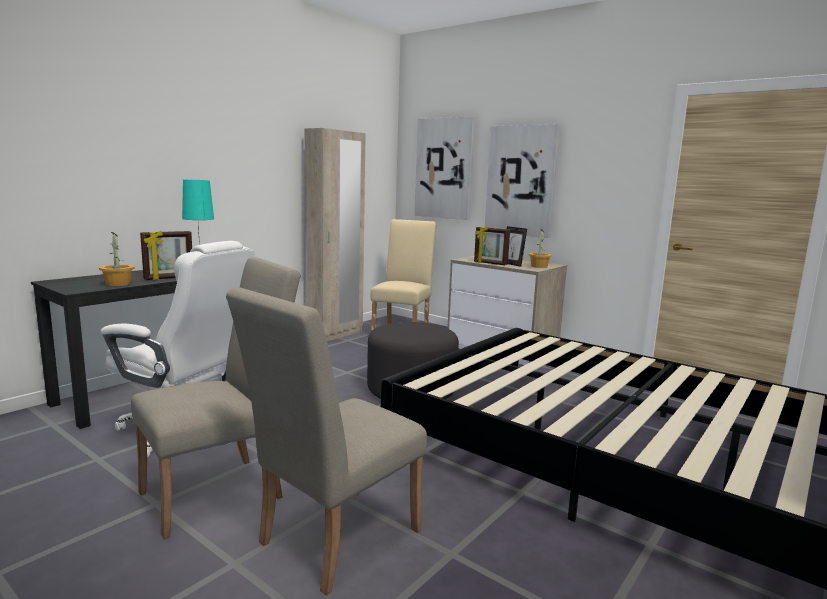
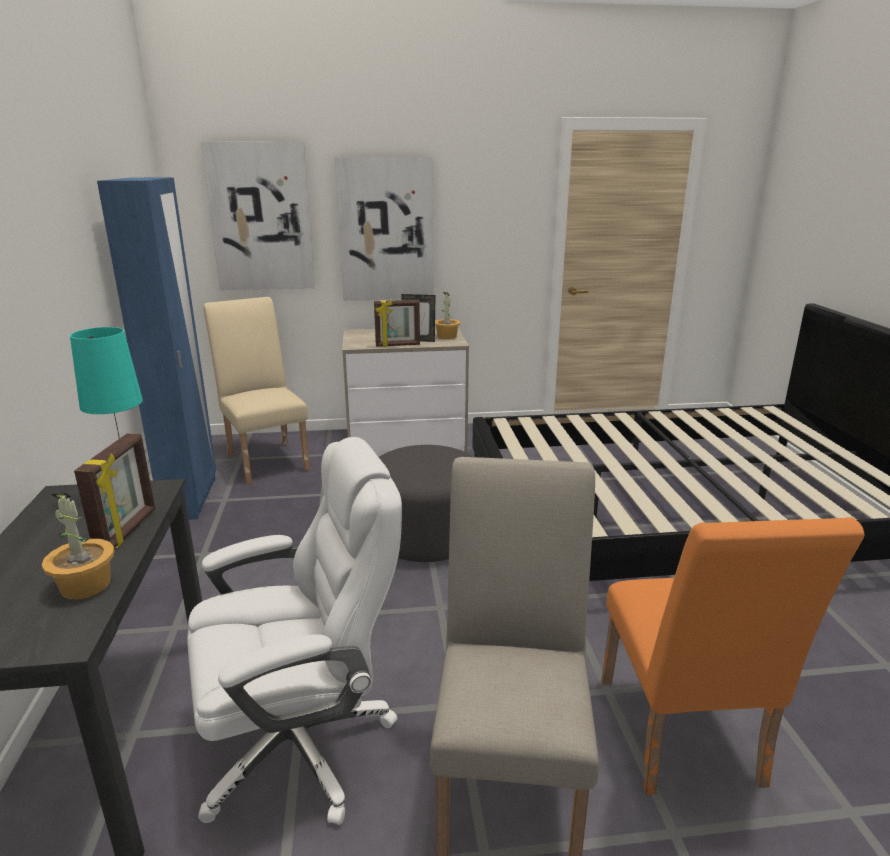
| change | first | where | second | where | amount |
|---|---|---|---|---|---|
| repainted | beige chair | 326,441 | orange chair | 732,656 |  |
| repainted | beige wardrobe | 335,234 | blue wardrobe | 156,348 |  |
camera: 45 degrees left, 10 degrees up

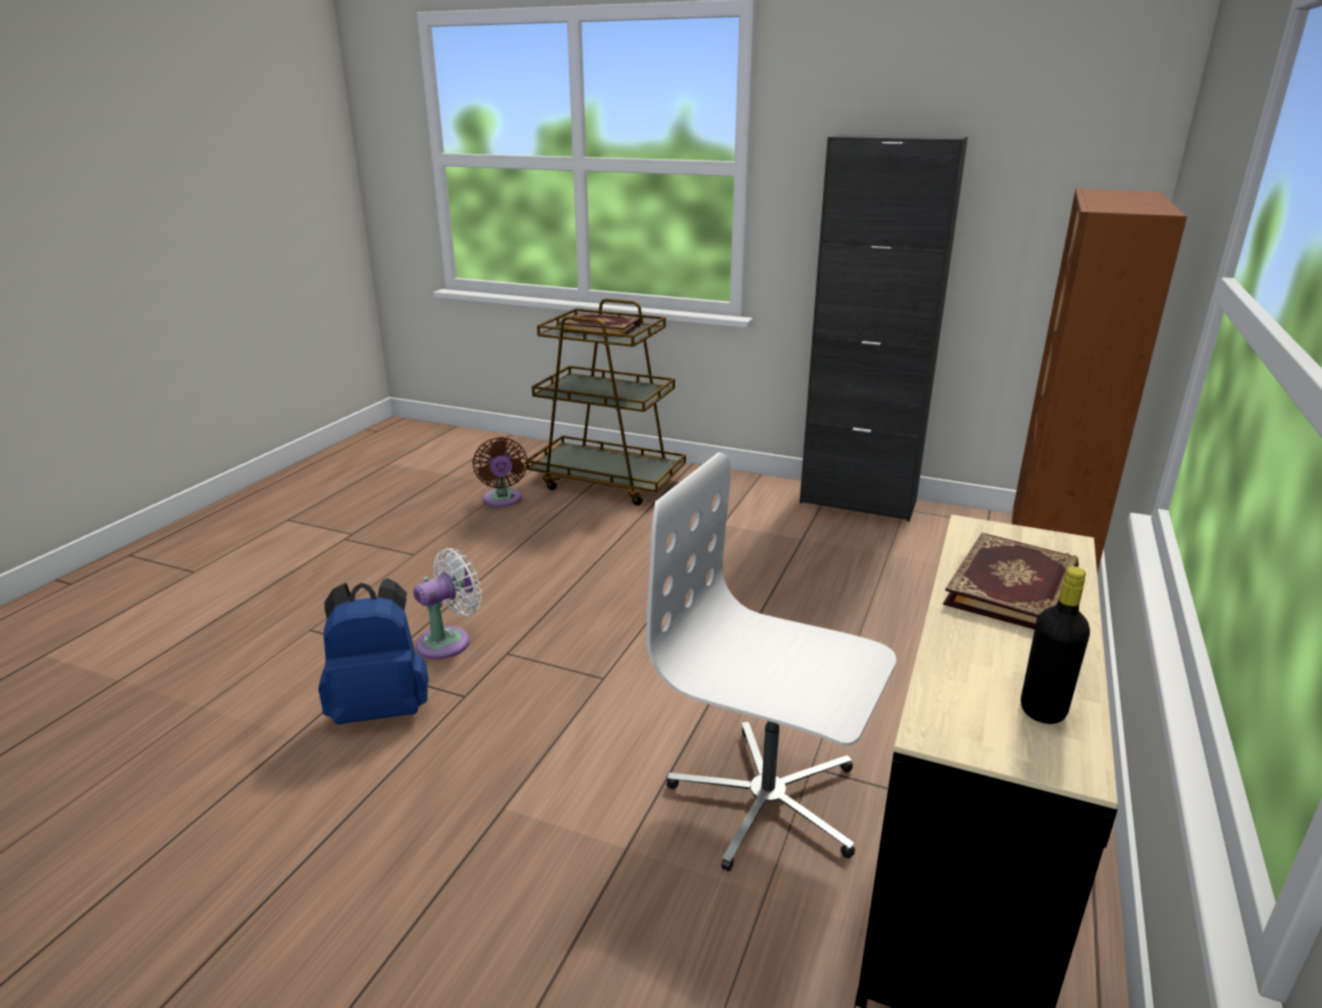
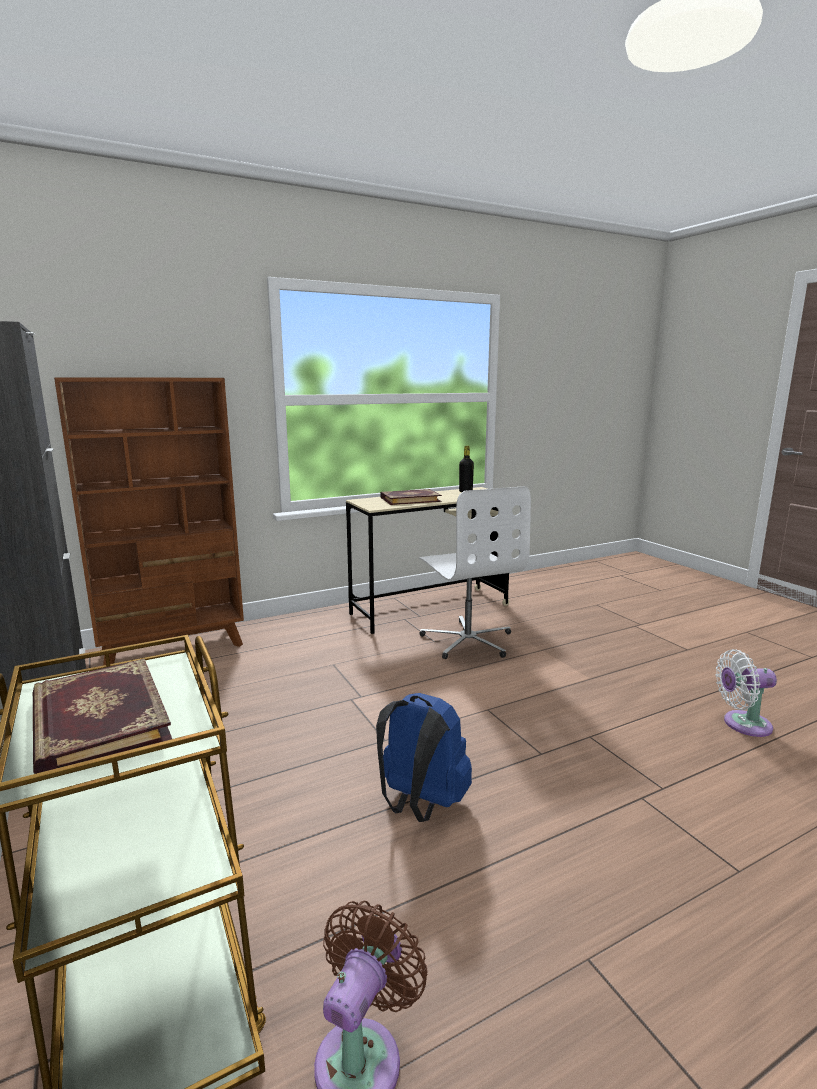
| change | first | where | second | where | amount |
|---|---|---|---|---|---|
| shifted | blue backpack | 373,651 |  | 424,757 |  |
| shifted | white fan | 447,603 |  | 746,693 |  |
camera: 140 degrees left, 10 degrees down

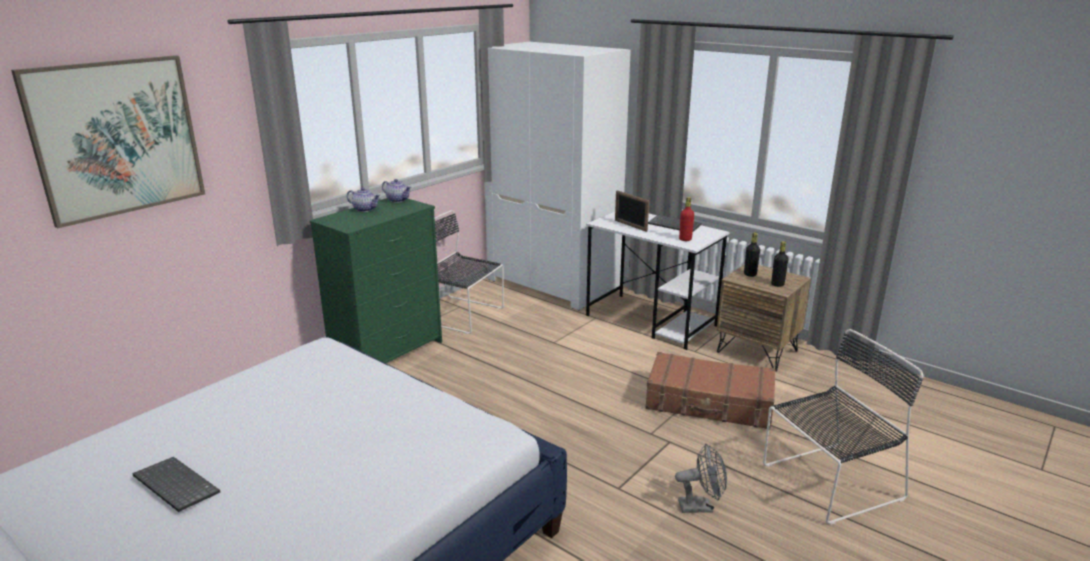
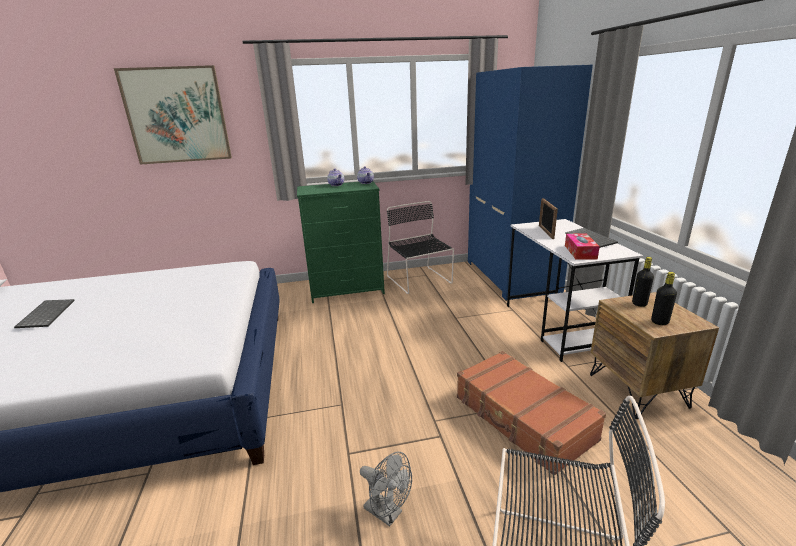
| change | first | where | second | where | amount |
|---|---|---|---|---|---|
| swapped | red bottle | 686,219 | tissue box | 582,247 |  |
| repainted | white wardrobe | 557,176 | blue wardrobe | 530,183 |  |
camera: 40 degrees right, 0 degrees up

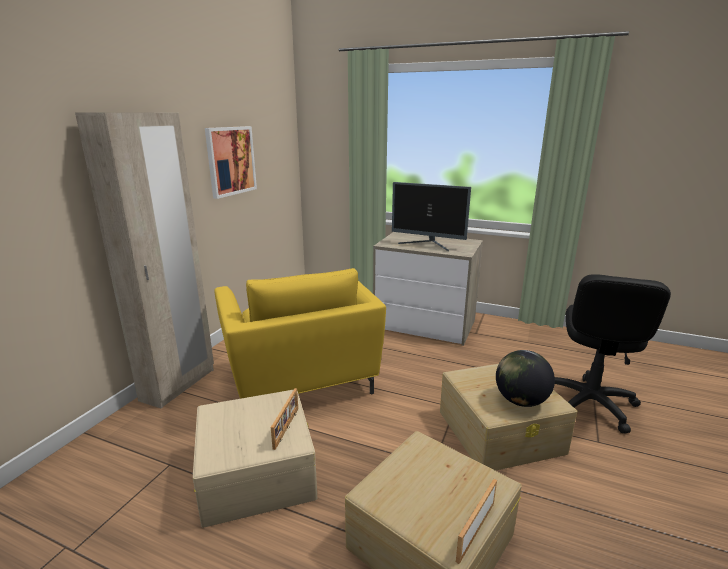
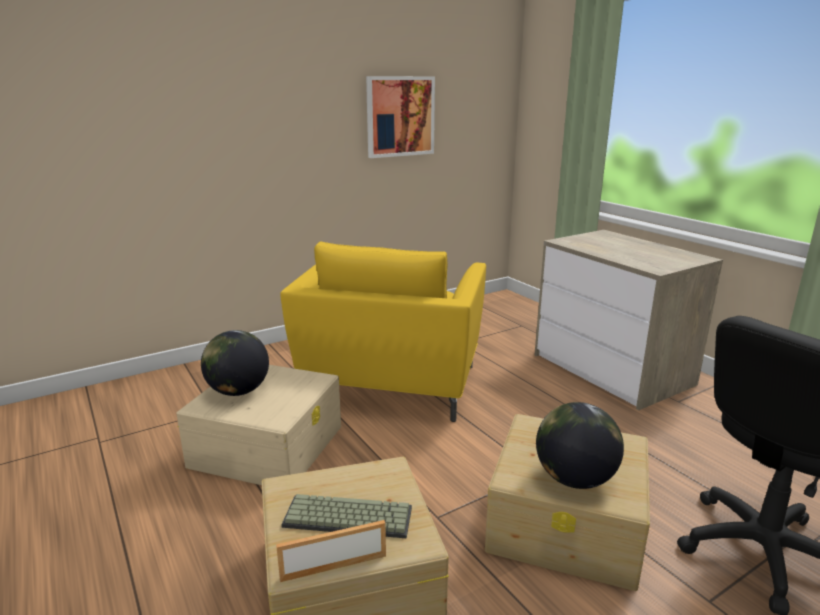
| change | first | where | second | where | amount |
|---|---|---|---|---|---|
| gone | beige wardrobe | 144,260 |  |  |  |
| gone | picture frame | 284,419 |  |  |  |
| gone | monitor | 431,216 |  |  |  |
| new |  |  | globe | 235,363 |  |
| new |  |  | keyboard | 346,516 |  |
camera: 35 degrees right, 0 degrees up

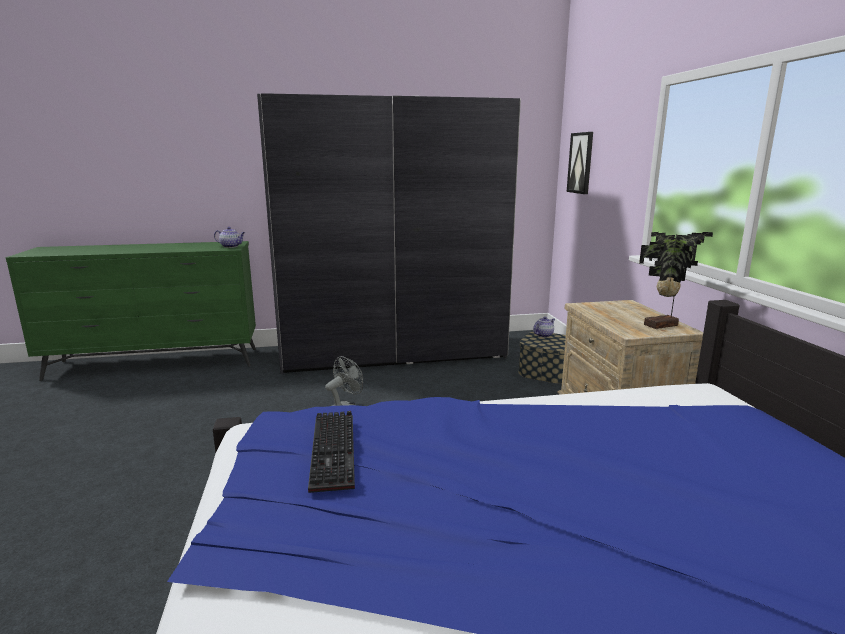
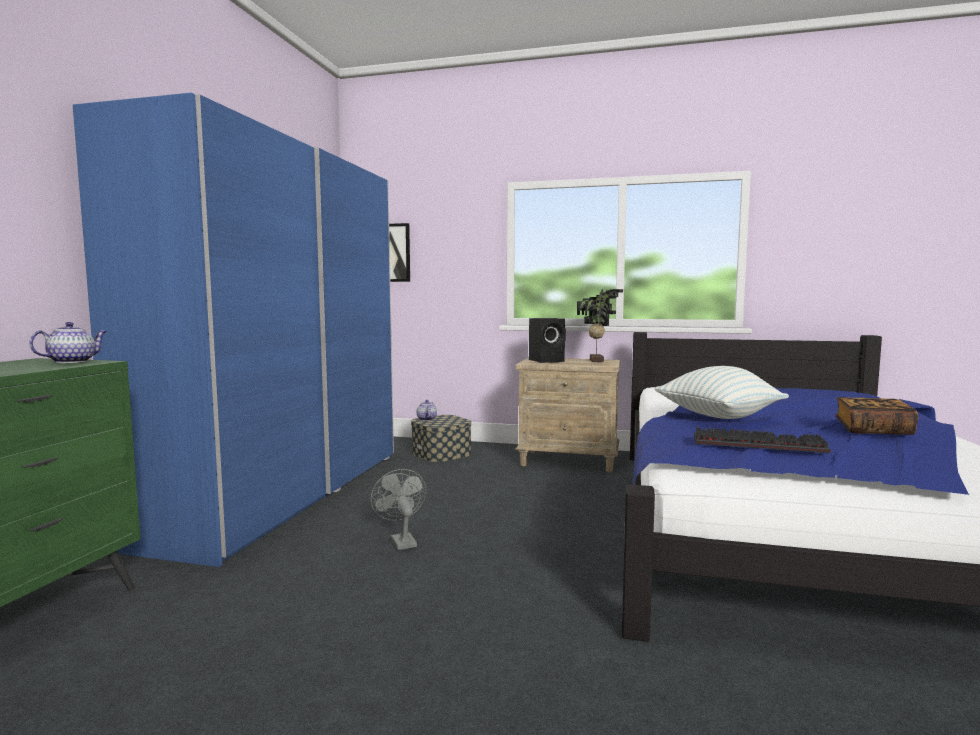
| change | first | where | second | where | amount |
|---|---|---|---|---|---|
| new |  |  | black speaker | 547,340 |  |
| new |  |  | pillow | 721,392 |  |
| new |  |  | book | 877,416 |  |
| repainted | grey wardrobe | 389,233 | blue wardrobe | 233,330 |  |
camera: 65 degrees left, 10 degrees down

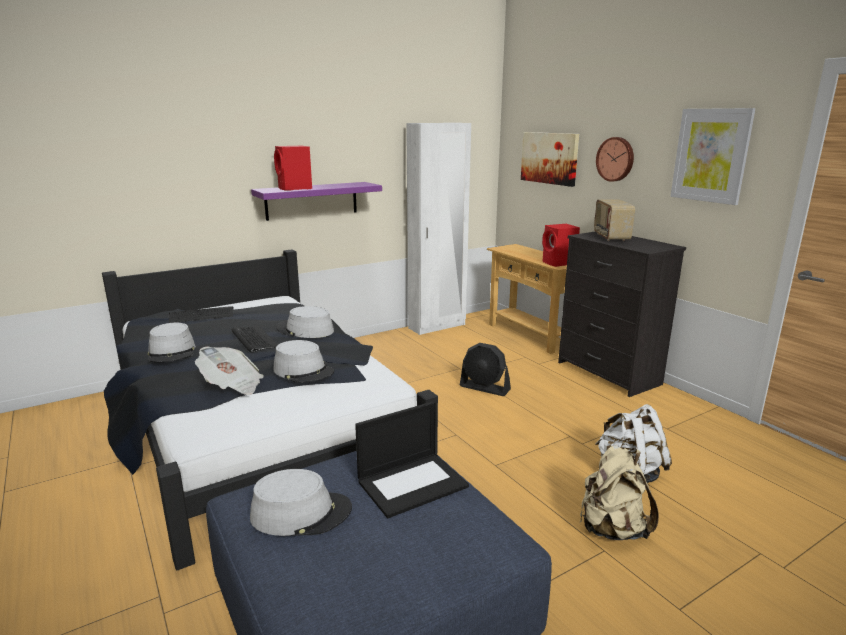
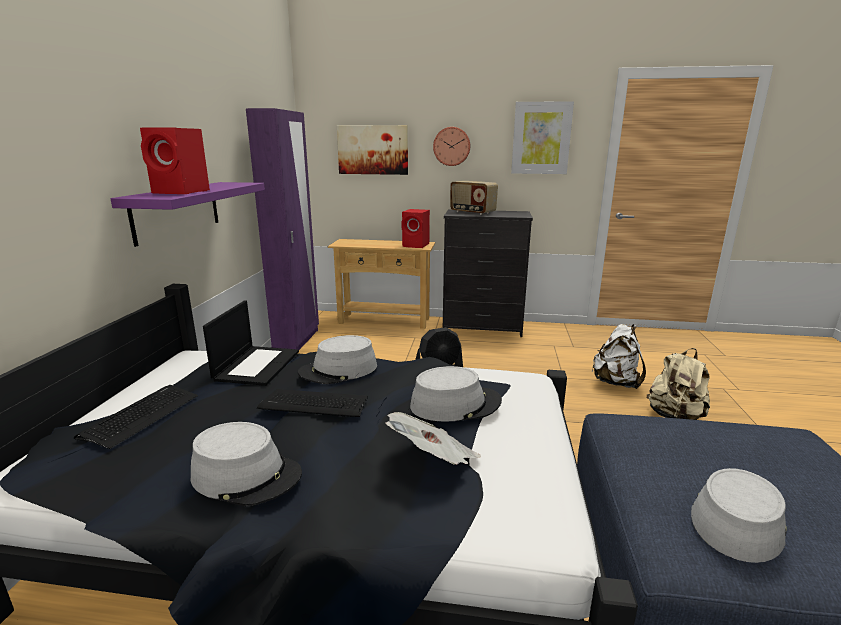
| change | first | where | second | where | amount |
|---|---|---|---|---|---|
| shifted | laptop | 412,459 |  | 251,343 |  |
| repainted | white wardrobe | 438,229 | purple wardrobe | 282,229 |  |
camera: 50 degrees left, 0 degrees up

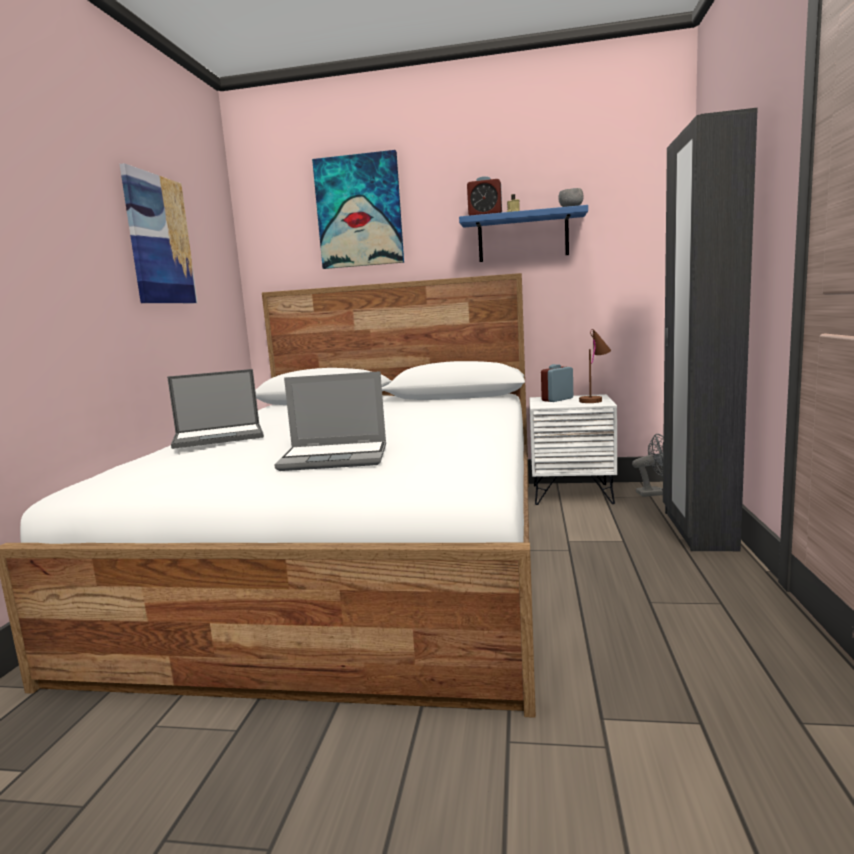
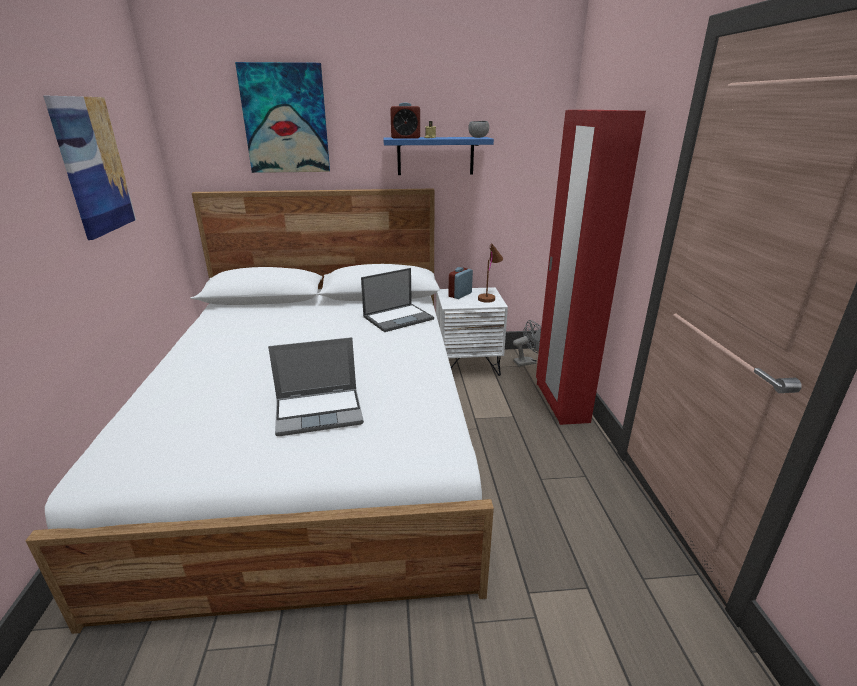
| change | first | where | second | where | amount |
|---|---|---|---|---|---|
| shifted | laptop | 215,409 |  | 397,300 |  |
| repainted | black wardrobe | 710,329 | red wardrobe | 591,267 |  |
camera: 15 degrees left, 15 degrees up

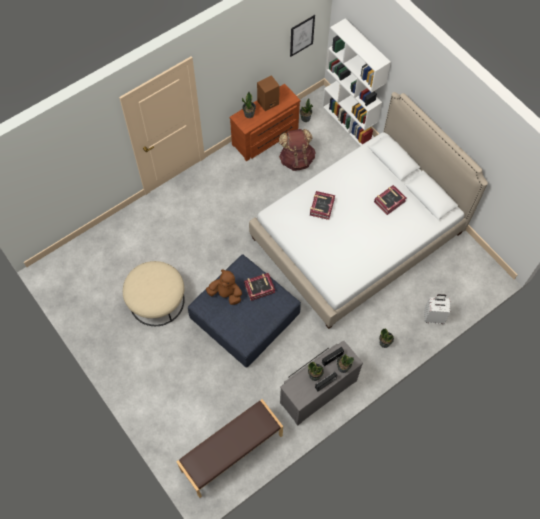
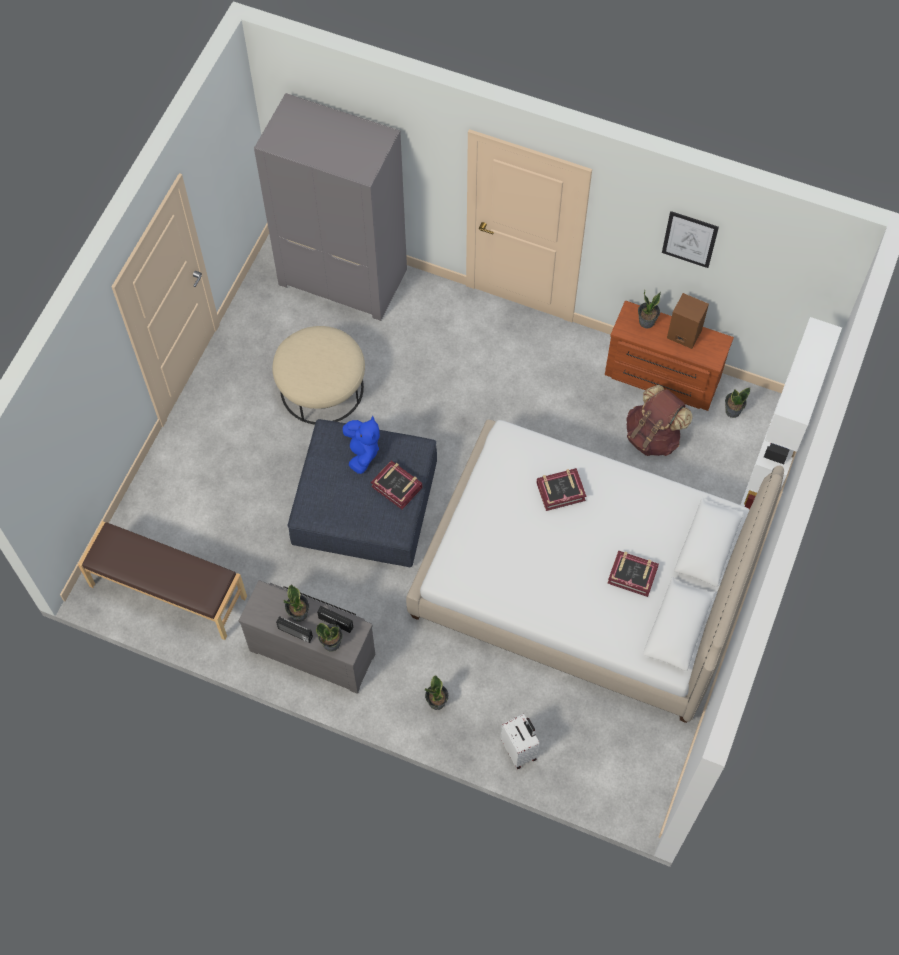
| change | first | where | second | where | amount |
|---|---|---|---|---|---|
| new |  |  | grey wardrobe | 330,207 |  |
| shifted | picture | 302,36 |  | 690,239 |  |
| repainted | brown plush toy | 224,287 | blue plush toy | 361,445 |  |
camera: 60 degrees right, 0 degrees up

